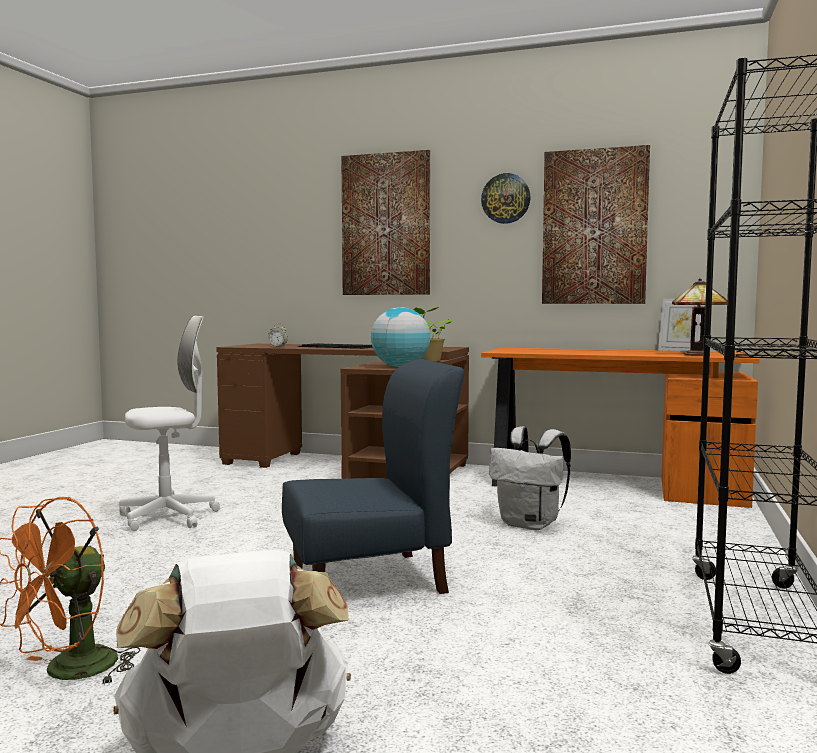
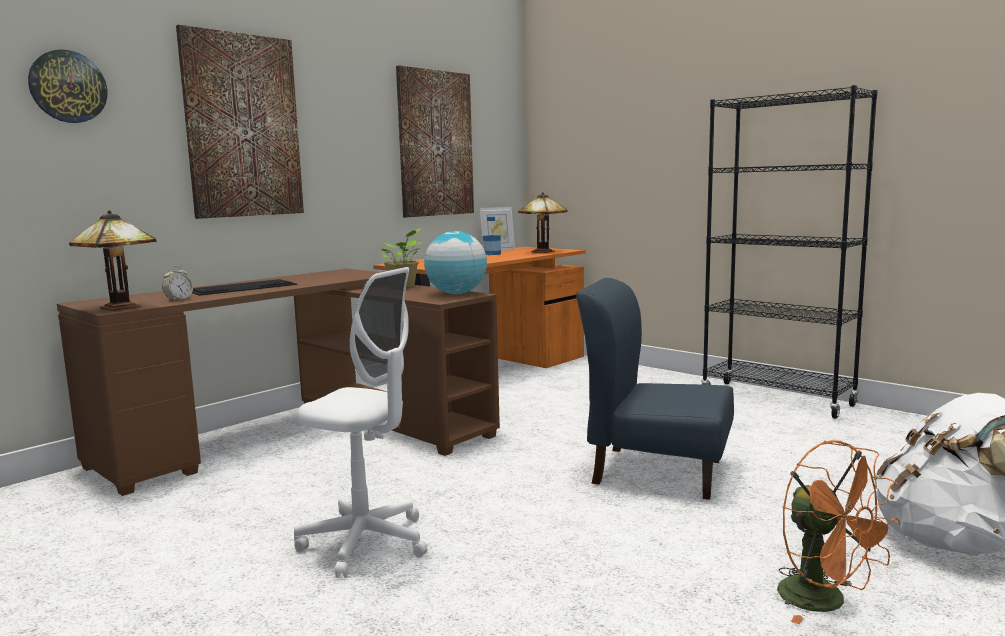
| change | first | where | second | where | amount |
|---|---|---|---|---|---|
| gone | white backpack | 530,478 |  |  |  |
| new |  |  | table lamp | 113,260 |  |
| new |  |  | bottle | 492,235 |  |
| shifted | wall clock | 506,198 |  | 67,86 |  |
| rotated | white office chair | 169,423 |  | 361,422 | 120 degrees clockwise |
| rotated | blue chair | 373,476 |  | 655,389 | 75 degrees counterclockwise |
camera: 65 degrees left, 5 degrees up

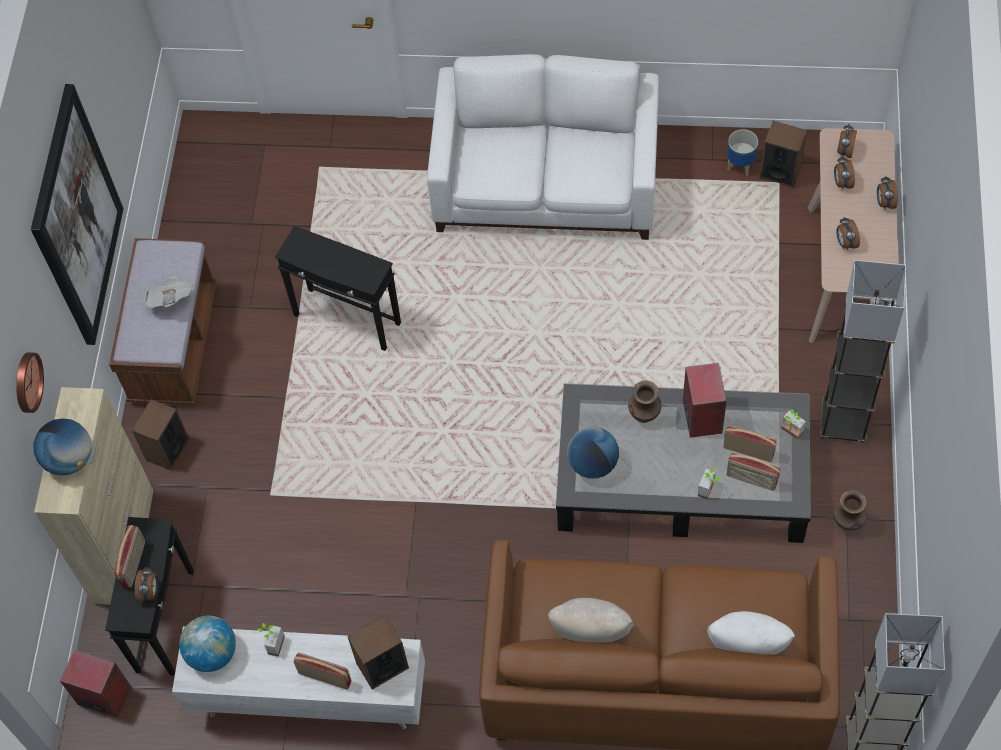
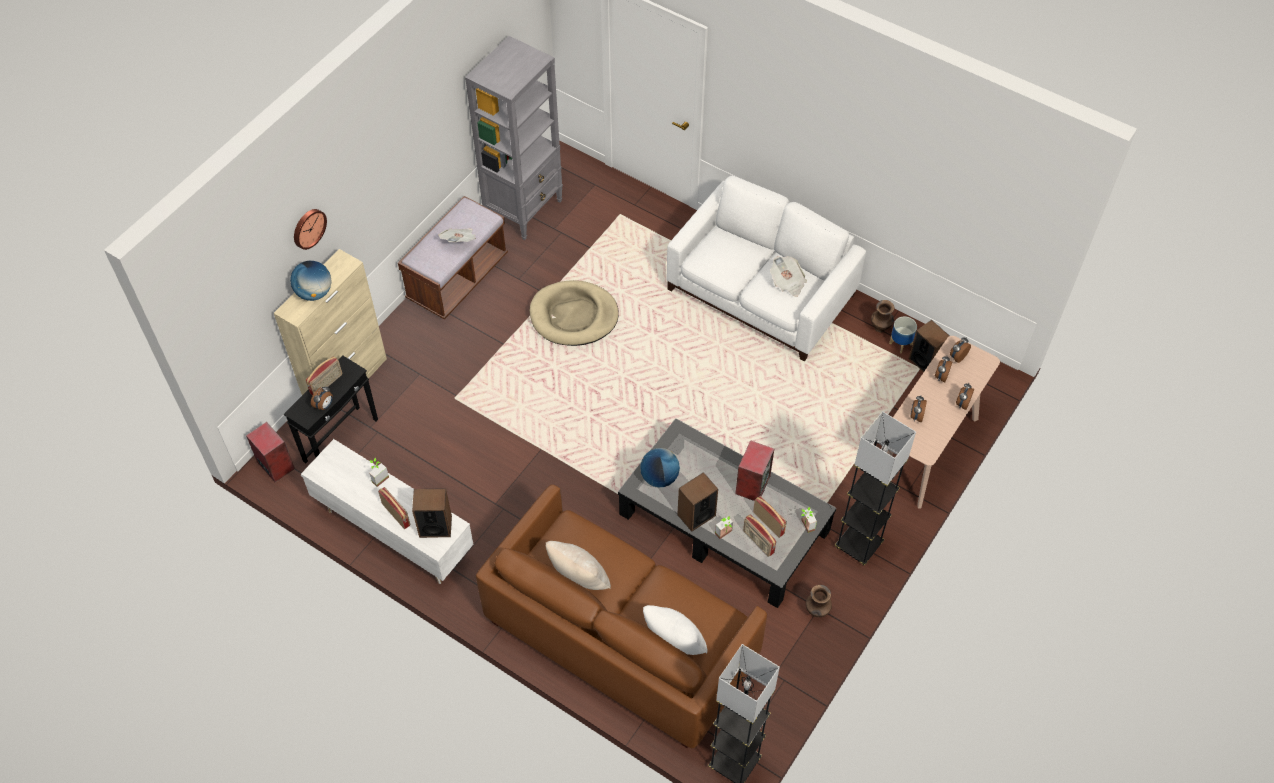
| change | first | where | second | where | amount |
|---|---|---|---|---|---|
| gone | picture | 77,214 |  |  |  |
| gone | globe | 207,644 |  |  |  |
| new |  |  | grey bookcase | 514,138 |  |
| new |  |  | newspaper | 788,276 |  |
| shifted | speaker | 160,434 |  | 697,502 |  |
| shifted | brown vase | 644,401 |  | 882,316 |  |
| swapped | black side table | 338,288 | beige dog bed | 574,313 |  |
camera: 25 degrees right, 5 degrees down

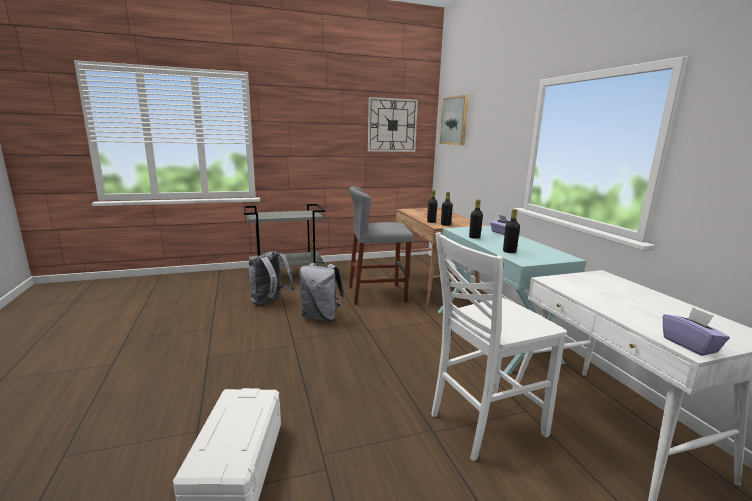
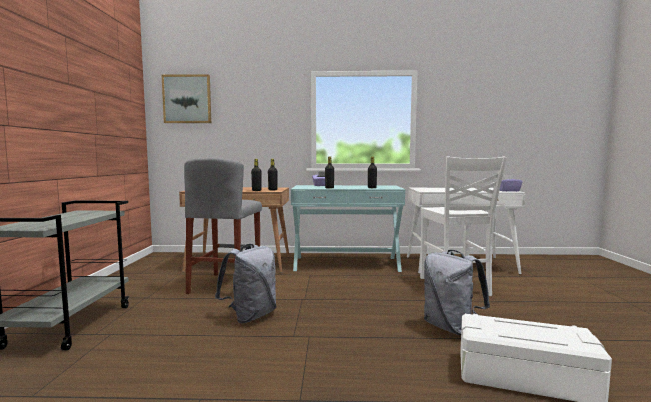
| change | first | where | second | where | amount |
|---|---|---|---|---|---|
| gone | wall clock | 393,124 |  |  |  |
| shifted | grey backpack | 272,278 |  | 457,293 |  |
camera: 70 degrees left, 10 degrees down

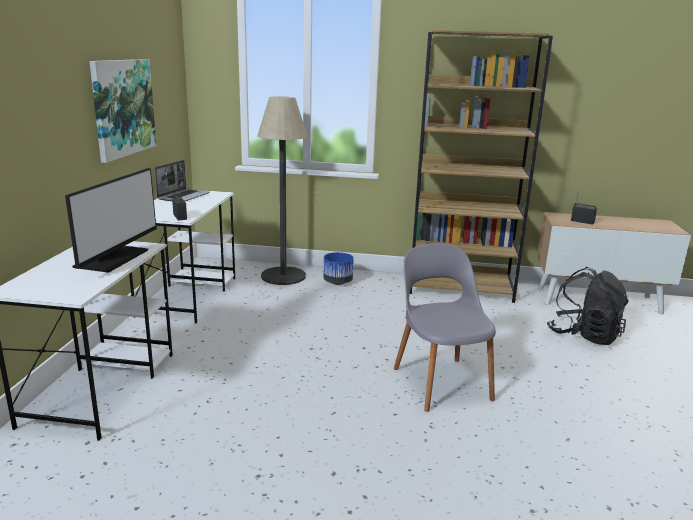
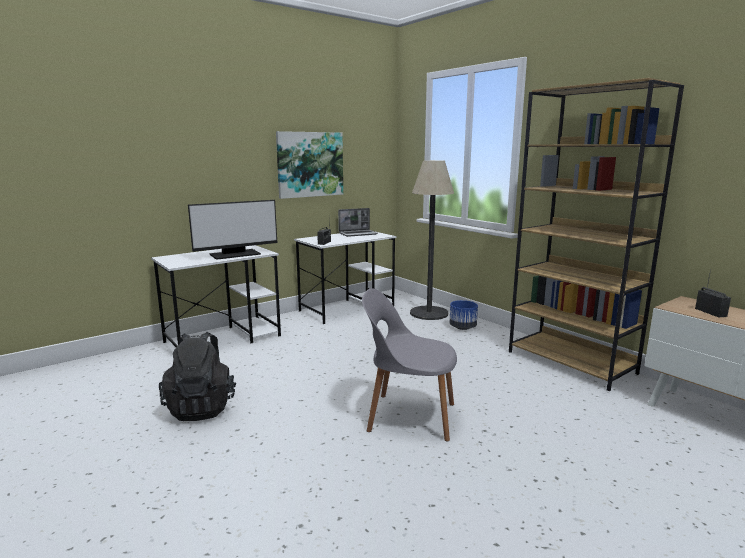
| change | first | where | second | where | amount |
|---|---|---|---|---|---|
| shifted | black backpack | 588,306 |  | 197,376 |  |
| rotated | grey chair | 445,327 |  | 409,364 | 105 degrees counterclockwise |
camera: 45 degrees right, 5 degrees down

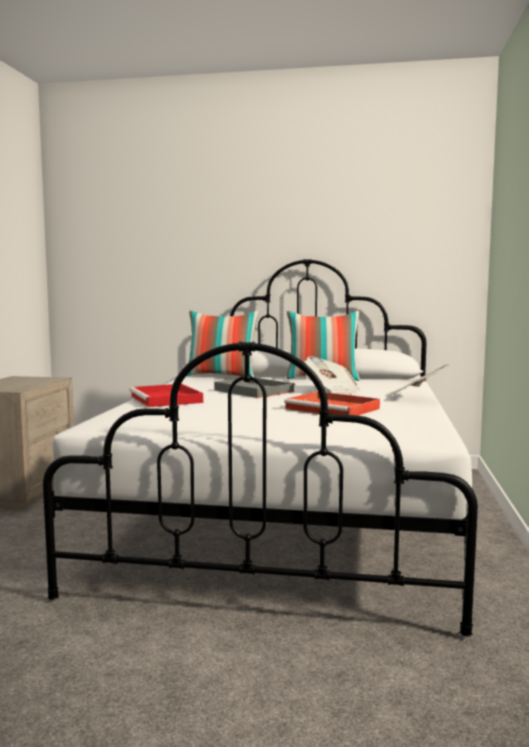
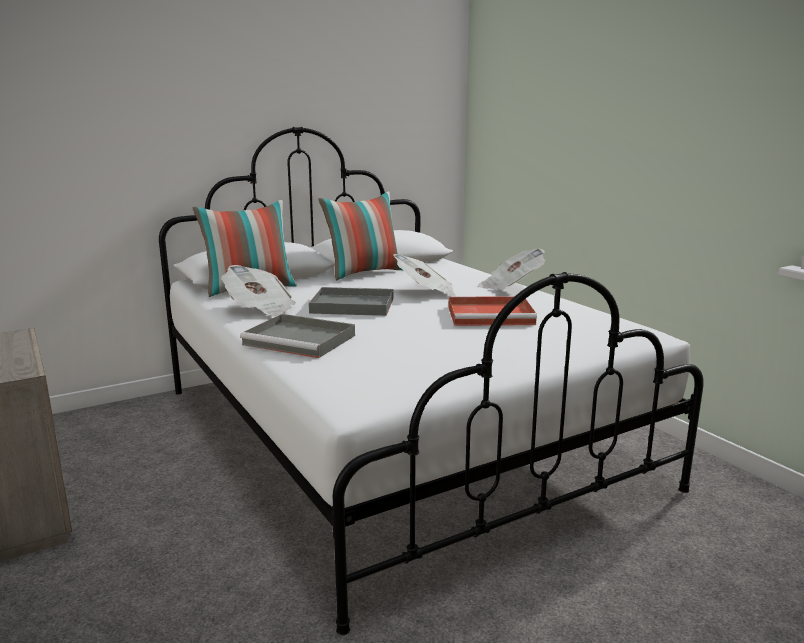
| change | first | where | second | where | amount |
|---|---|---|---|---|---|
| new |  |  | newspaper | 258,291 |  |
| repainted | red tray | 166,395 | grey tray | 297,336 |  |
camera: 40 degrees left, 10 degrees up

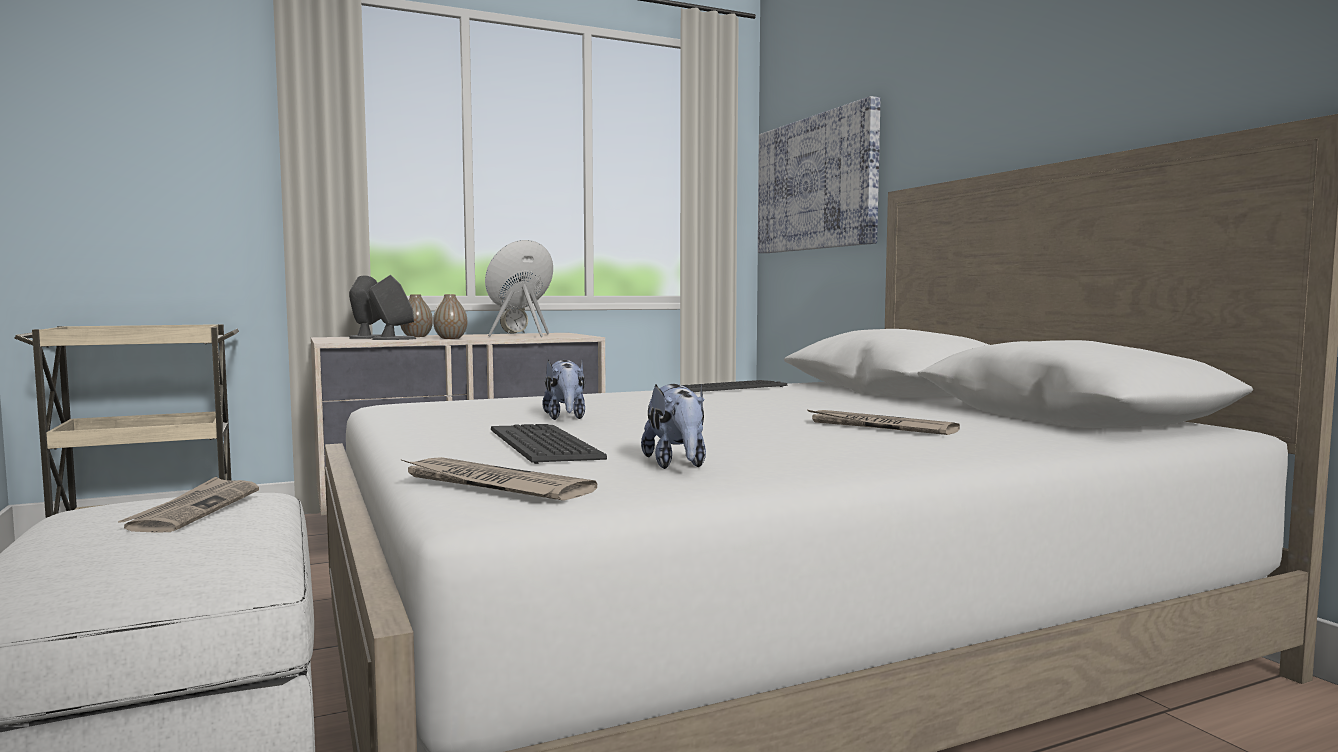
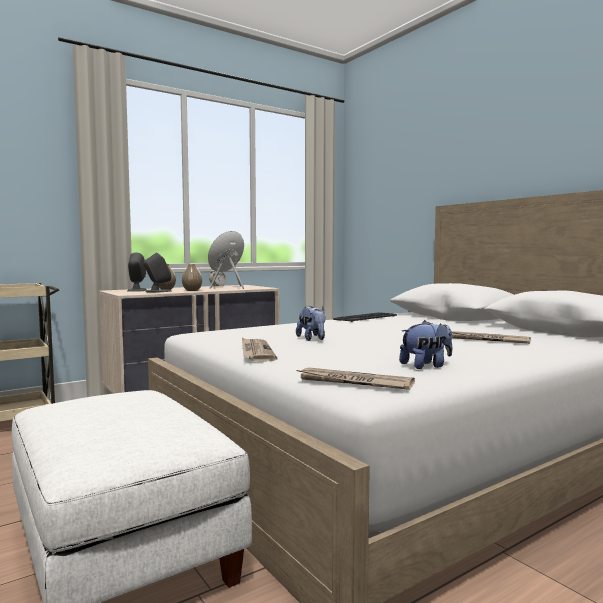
| change | first | where | second | where | amount |
|---|---|---|---|---|---|
| gone | keyboard | 549,444 |  |  |  |
| gone | picture | 819,174 |  |  |  |
| shifted | newspaper | 188,505 |  | 259,349 |  |
| rotated | plush toy | 673,426 |  | 425,344 | 90 degrees counterclockwise |
camera: 10 degrees left, 0 degrees up

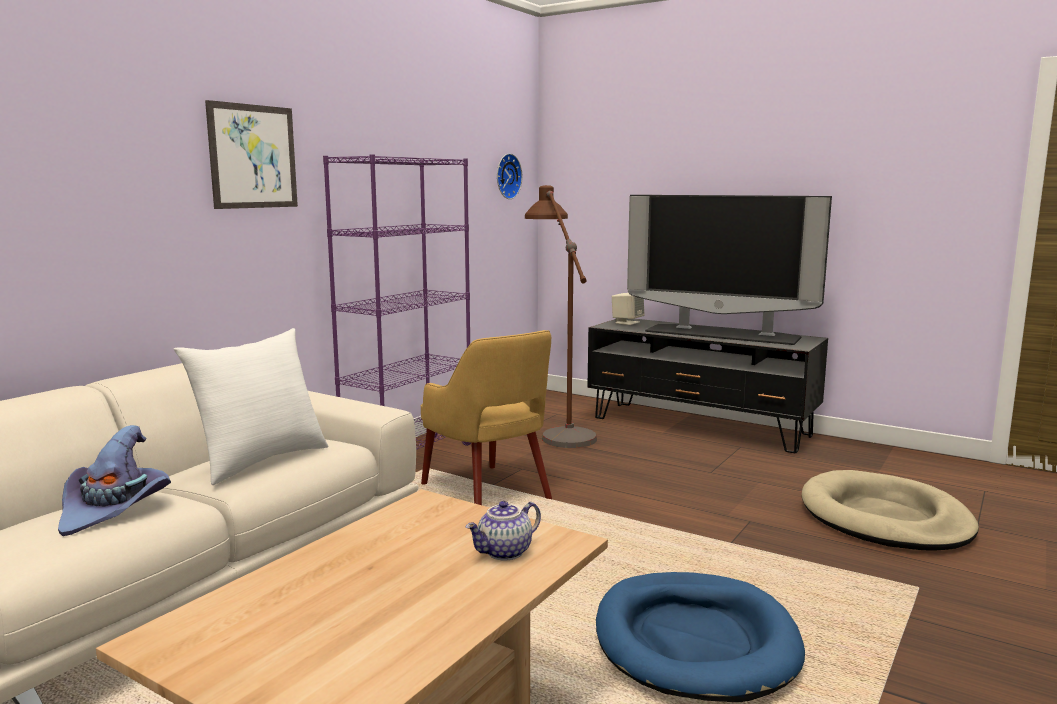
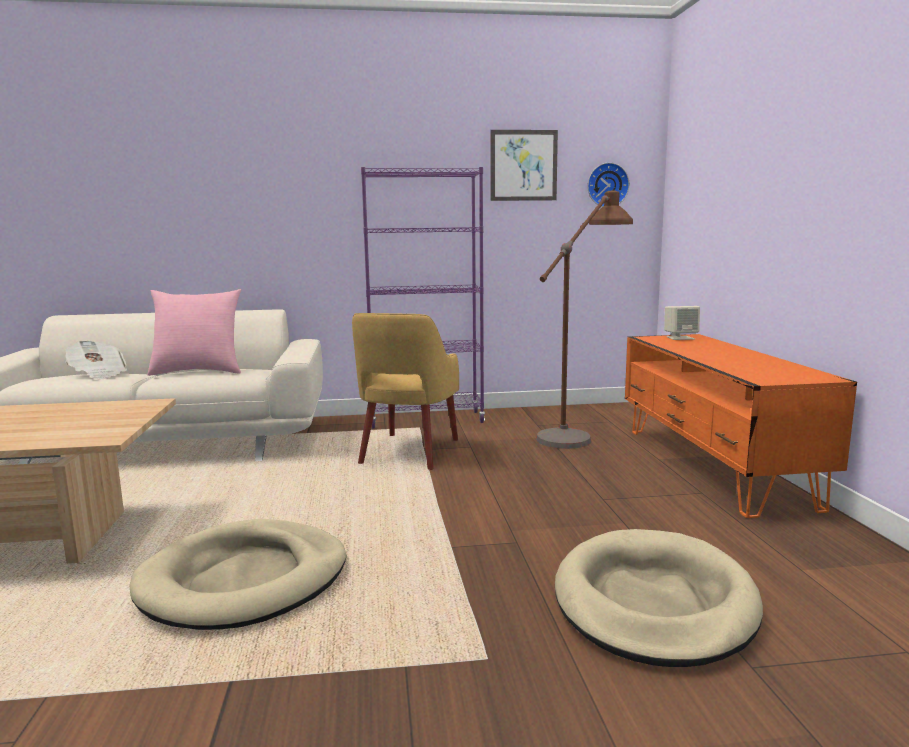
| change | first | where | second | where | amount |
|---|---|---|---|---|---|
| gone | teapot | 503,530 |  |  |  |
| gone | television | 729,270 |  |  |  |
| shifted | picture | 251,154 |  | 524,165 |  |
| swapped | purple hat | 114,480 | newspaper | 96,360 |  |
| repainted | white pillow | 251,406 | pink pillow | 194,332 |  |
| repainted | black tv stand | 707,386 | orange tv stand | 741,426 |  |
| repainted | blue dog bed | 700,637 | beige dog bed | 238,574 |  |
camera: 50 degrees right, 0 degrees up

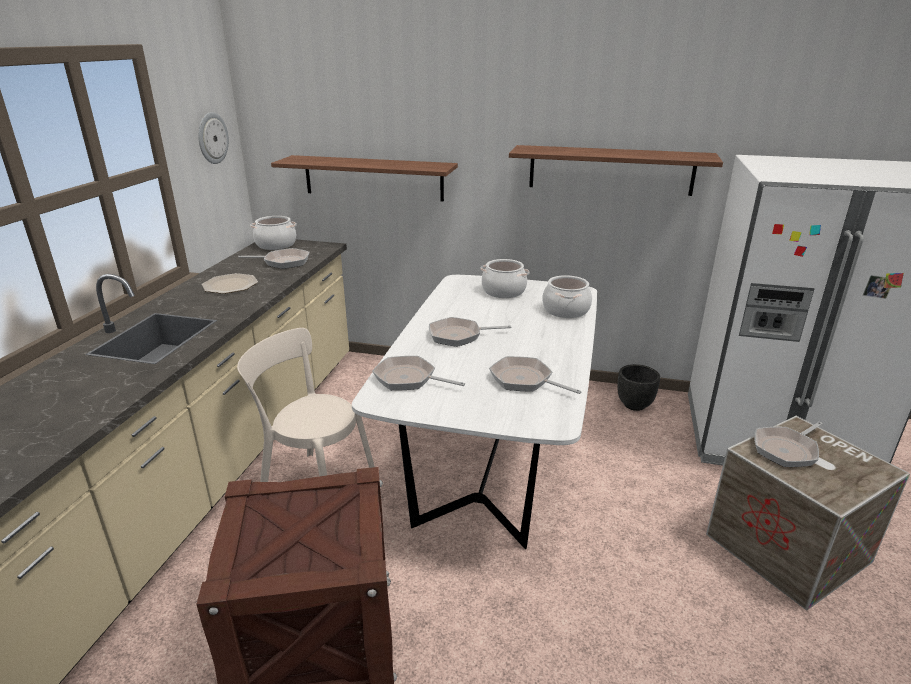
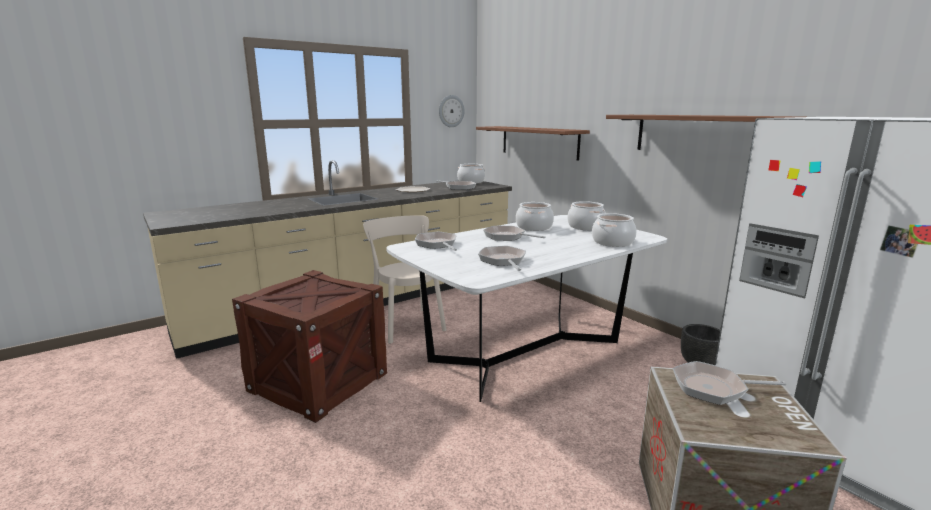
| change | first | where | second | where | amount |
|---|---|---|---|---|---|
| new |  |  | cooking pot | 535,216 |  |
camera: 40 degrees right, 10 degrees down

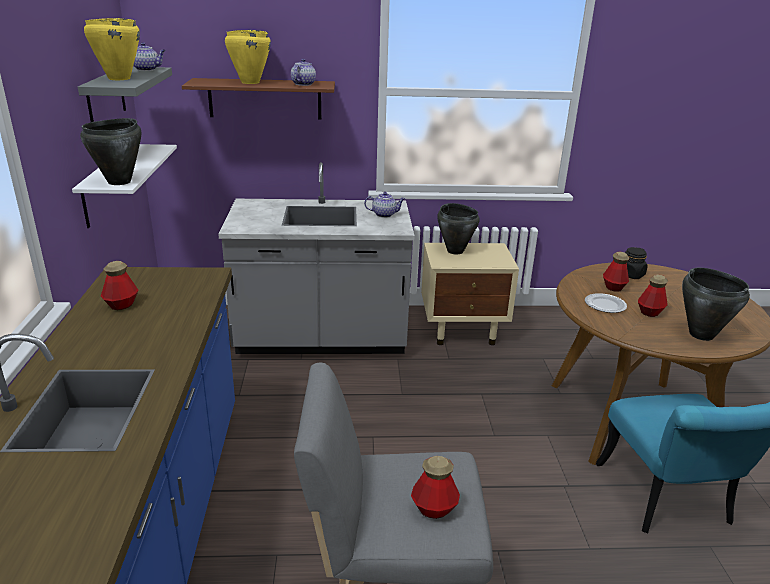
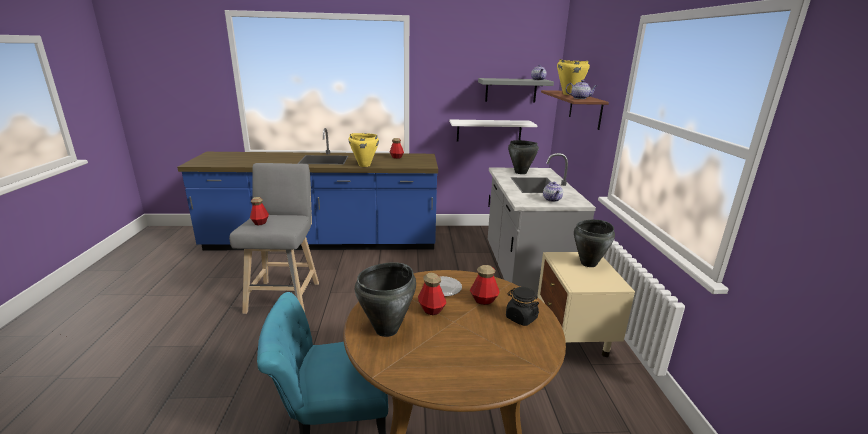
| change | first | where | second | where | amount |
|---|---|---|---|---|---|
| shifted | black cooking pot | 111,151 |  | 523,157 |  |
| shifted | yellow cooking pot | 112,49 |  | 364,150 |  |
camera: 90 degrees right, 5 degrees down

